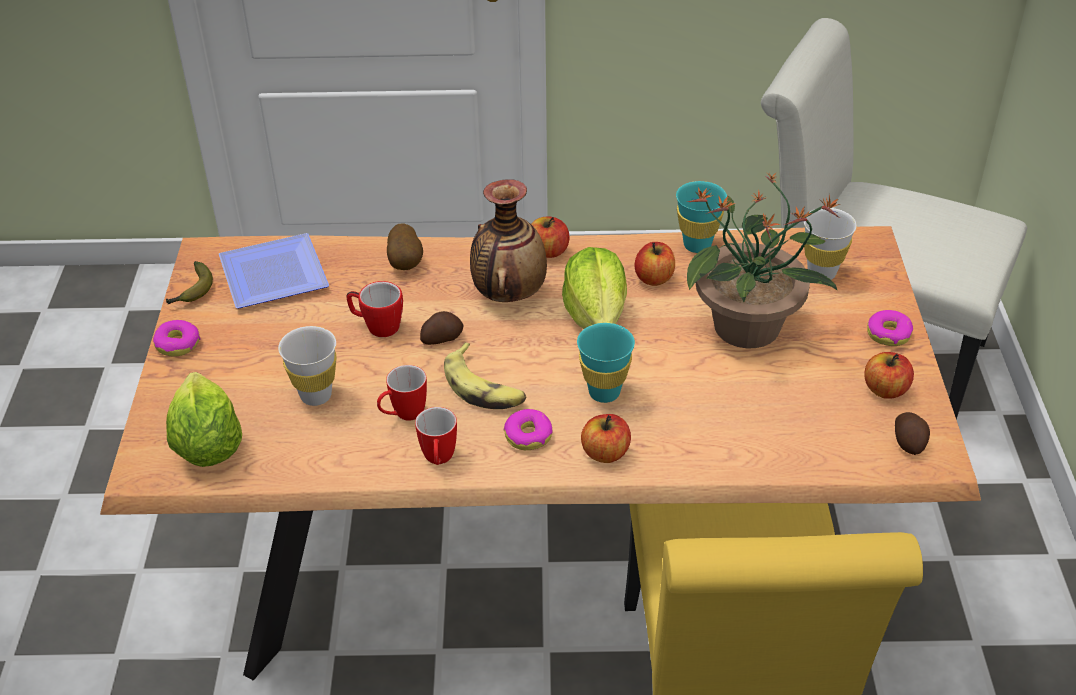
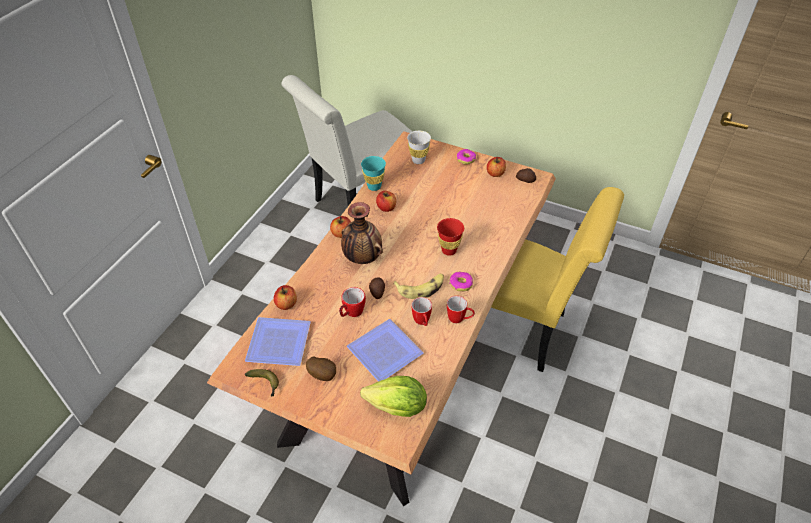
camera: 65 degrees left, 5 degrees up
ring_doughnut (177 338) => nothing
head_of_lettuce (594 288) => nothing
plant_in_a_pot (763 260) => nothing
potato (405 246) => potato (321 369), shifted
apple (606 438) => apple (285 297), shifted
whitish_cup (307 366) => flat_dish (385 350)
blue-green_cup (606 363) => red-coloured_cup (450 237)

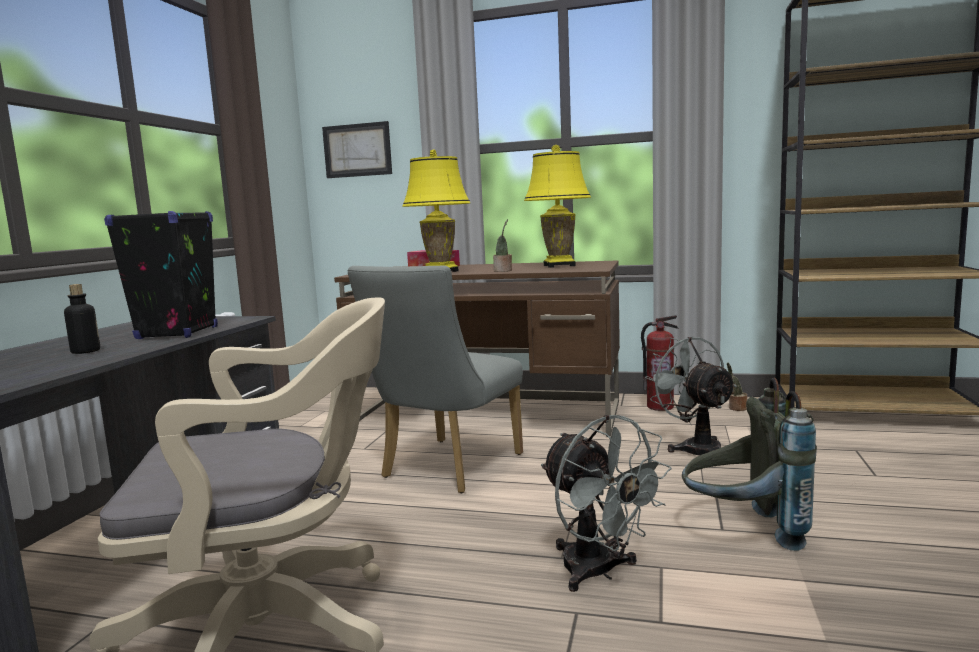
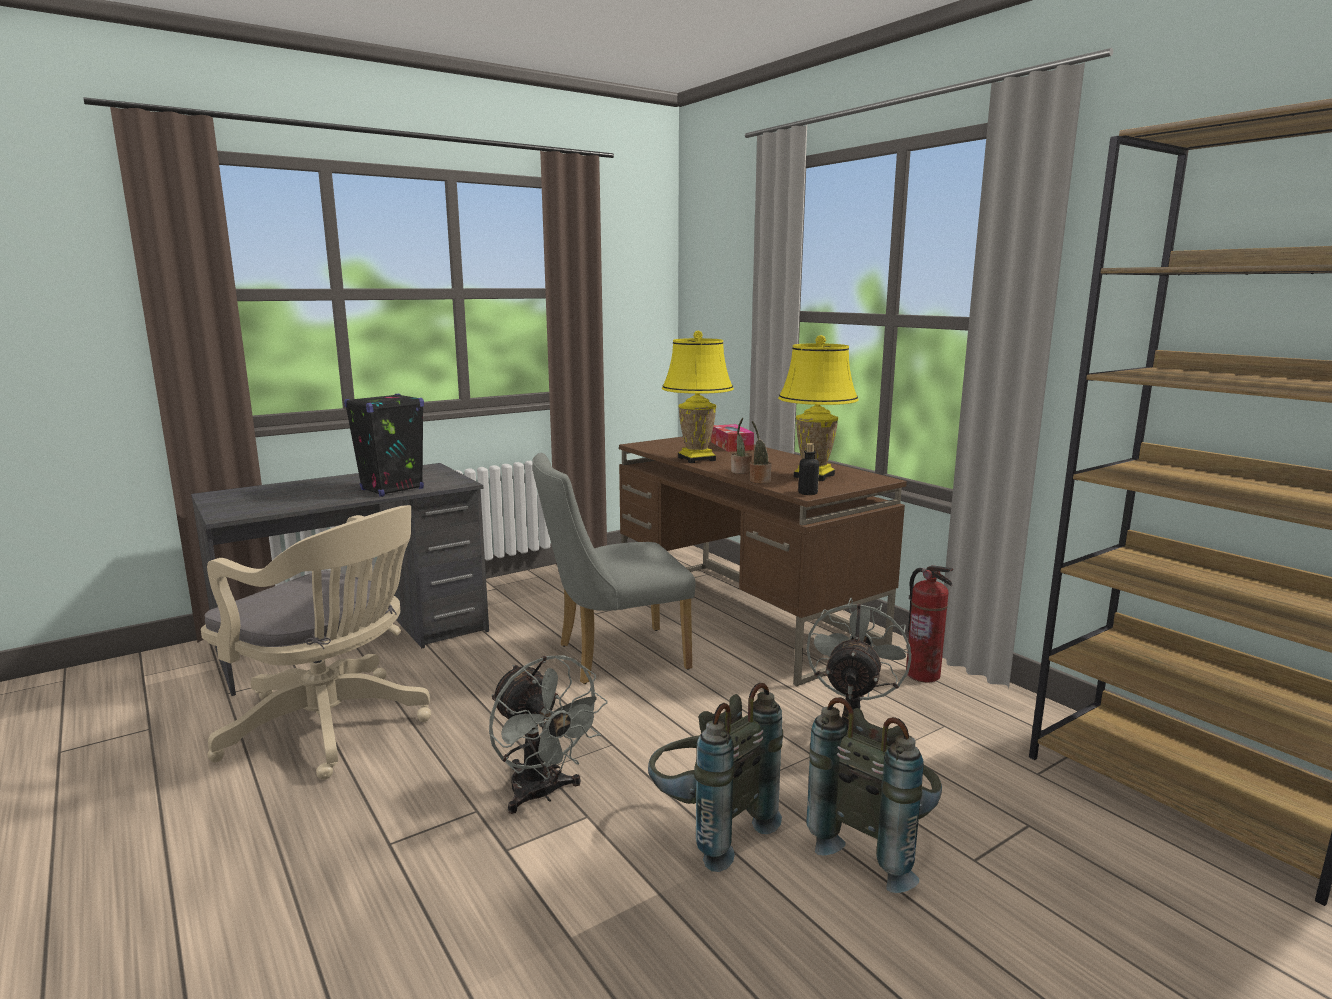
camera: 40 degrees right, 5 degrees up
wall_picture (357 149) => nothing
nothing => greyish_knapsack (874 795)
beverage_bottle (82 319) => beverage_bottle (808 469), shifted
plant_in_a_pot (737 387) => plant_in_a_pot (760 452), shifted
greyish_cooling_fan (606 503) => greyish_cooling_fan (548 734), 45 degrees counterclockwise

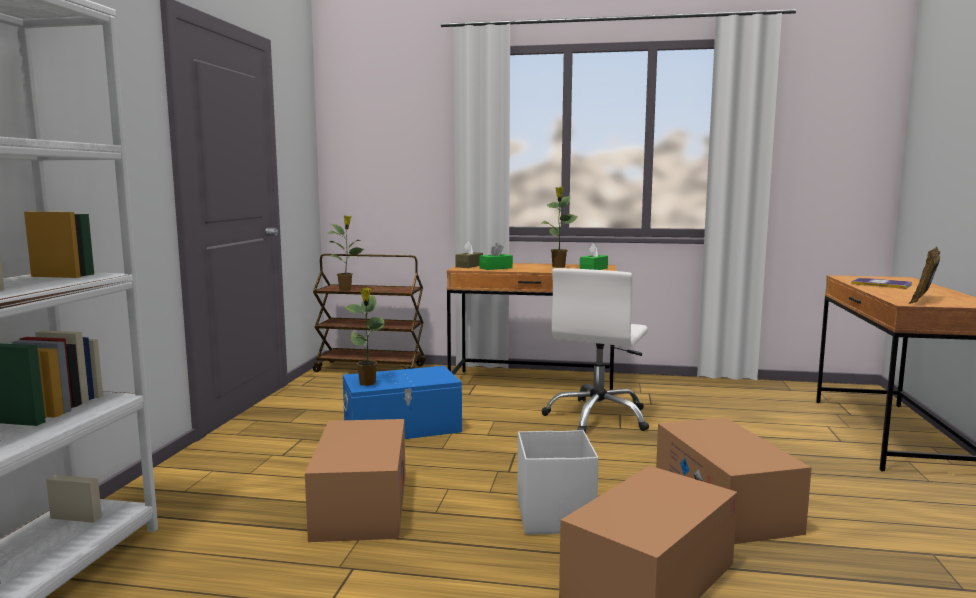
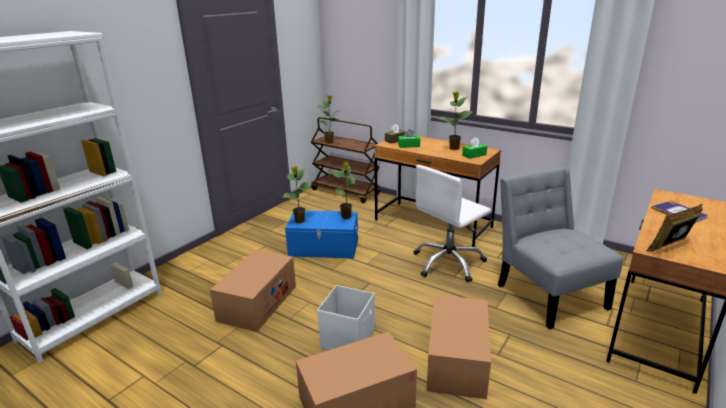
camera: 25 degrees right, 15 degrees up
nothing => plant_in_a_pot (344 190)
nothing => greyish_chair (560 248)

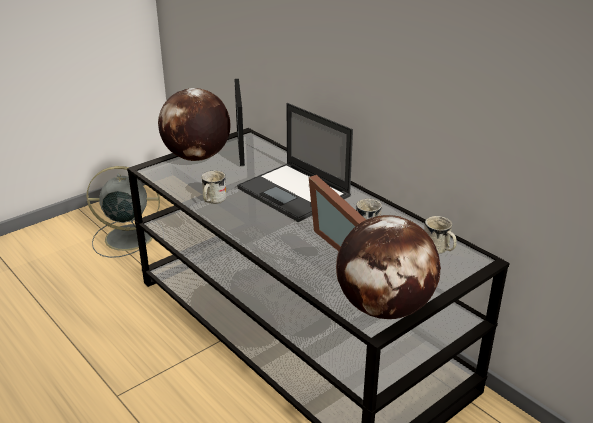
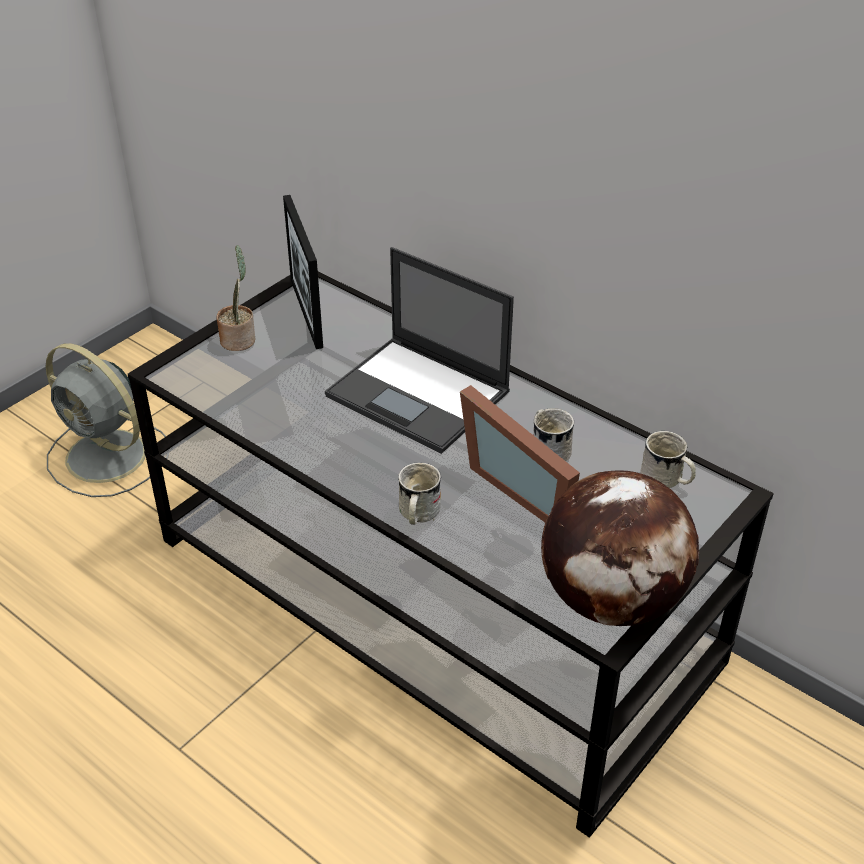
camera: 10 degrees left, 10 degrees up
whitish_tea_mug (214 187) => whitish_tea_mug (419 493), shifted
desk_globe (194 124) => plant_in_a_pot (235 298)
greyish_cooling_fan (123 212) => greyish_cooling_fan (106 420), 135 degrees counterclockwise

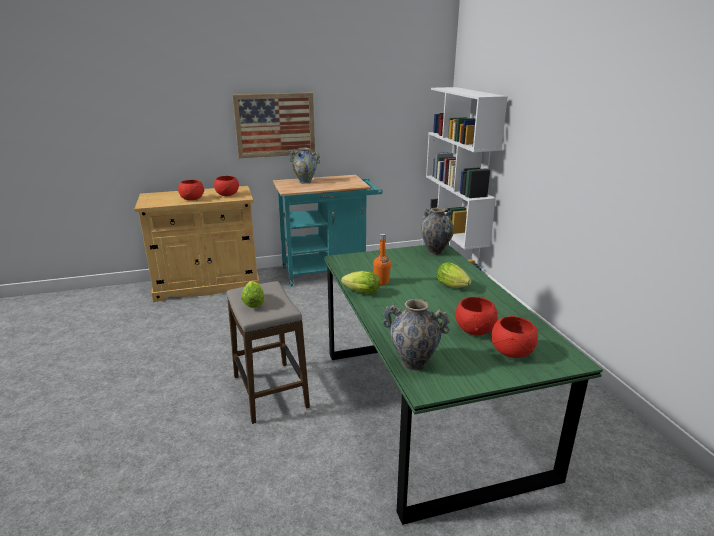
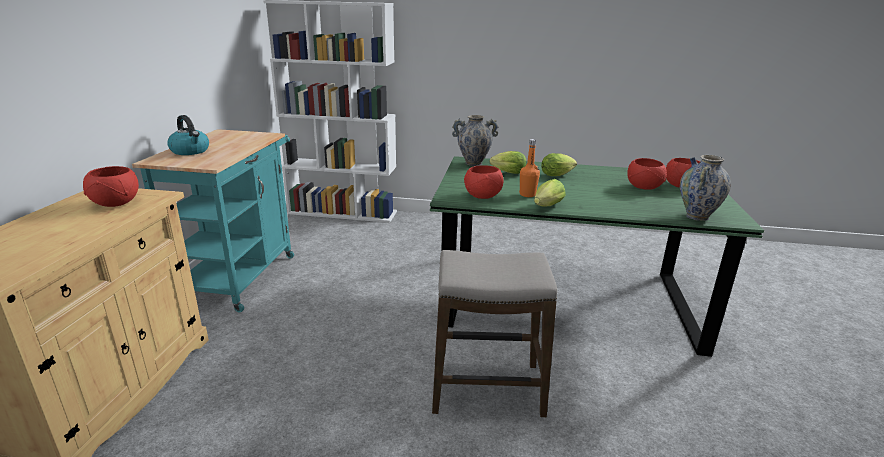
camera: 65 degrees left, 0 degrees up
wall_picture (274 125) => nothing
red-coloured_deep_dish (191 190) => red-coloured_deep_dish (484 182), shifted
head_of_lettuce (253 294) => head_of_lettuce (508 162), shifted
flower_vase (305 166) => tea_kettle (188 135)

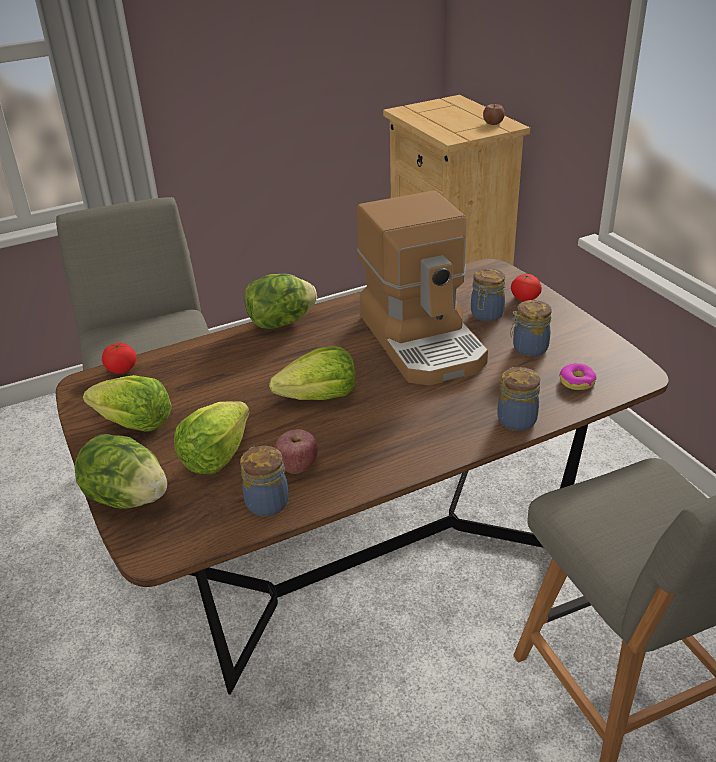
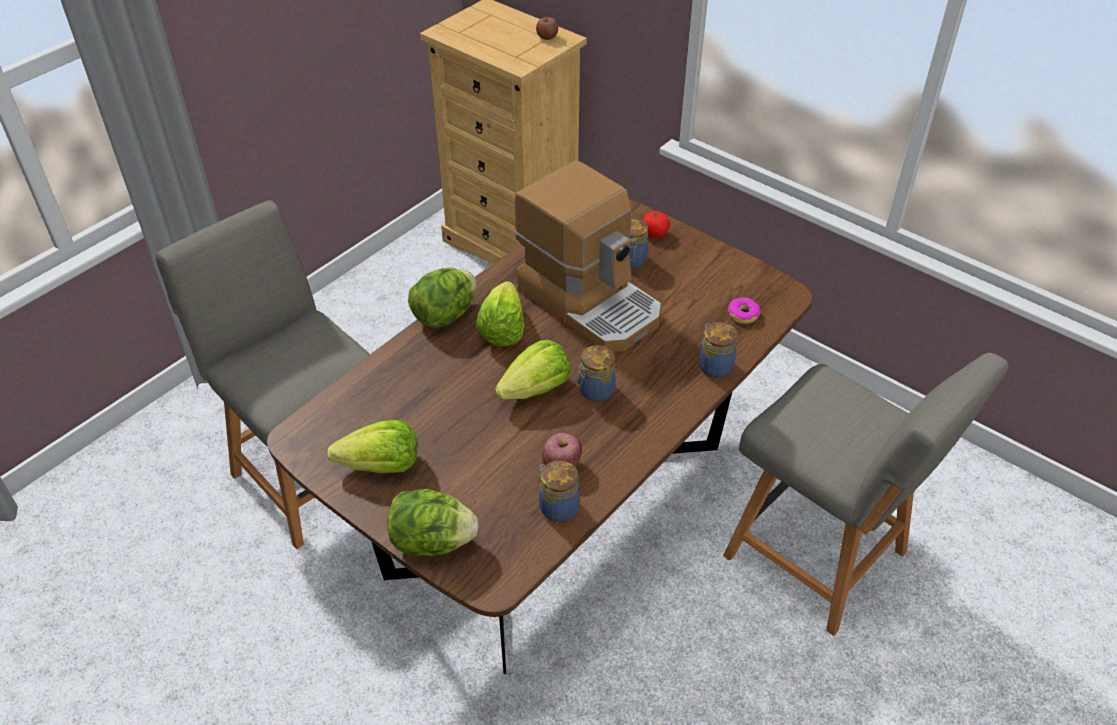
camera: 25 degrees left, 10 degrees up
whole_tomato (119 358) => nothing
head_of_lettuce (212 438) => head_of_lettuce (500 313), shifted
jar (531 328) => jar (596 373), shifted

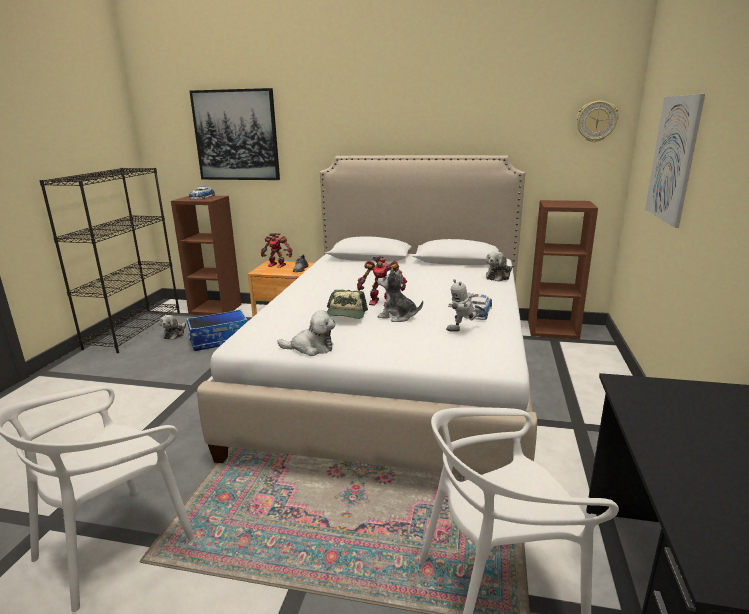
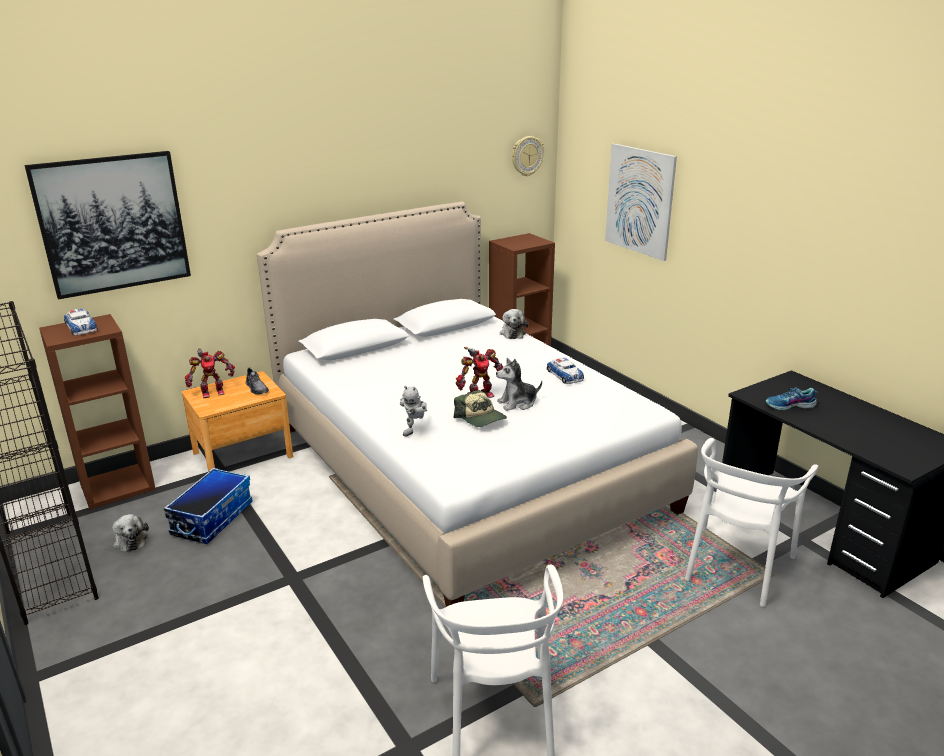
camera: 45 degrees left, 5 degrees up
soft_toy (306 333) => nothing
nothing => item_of_footwear (792 398)
toy_robot (465 305) => toy_robot (413 411), shifted

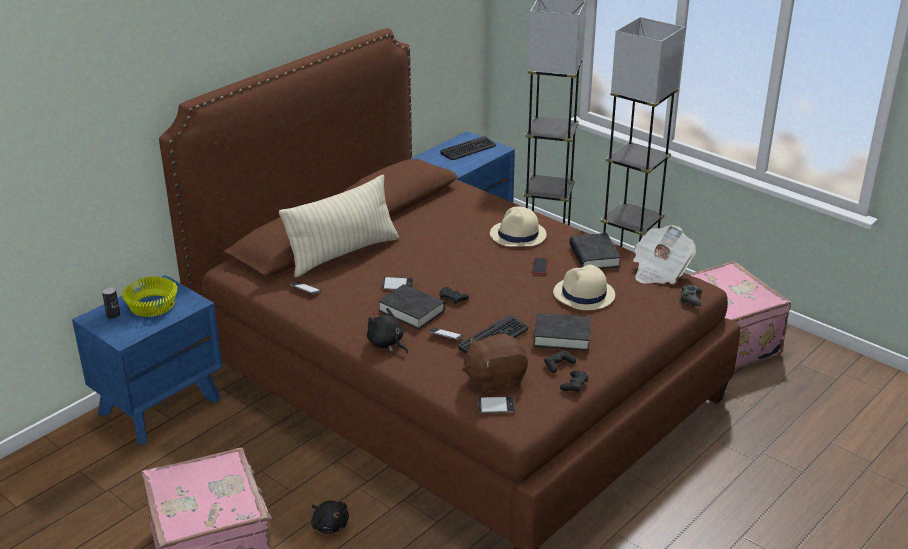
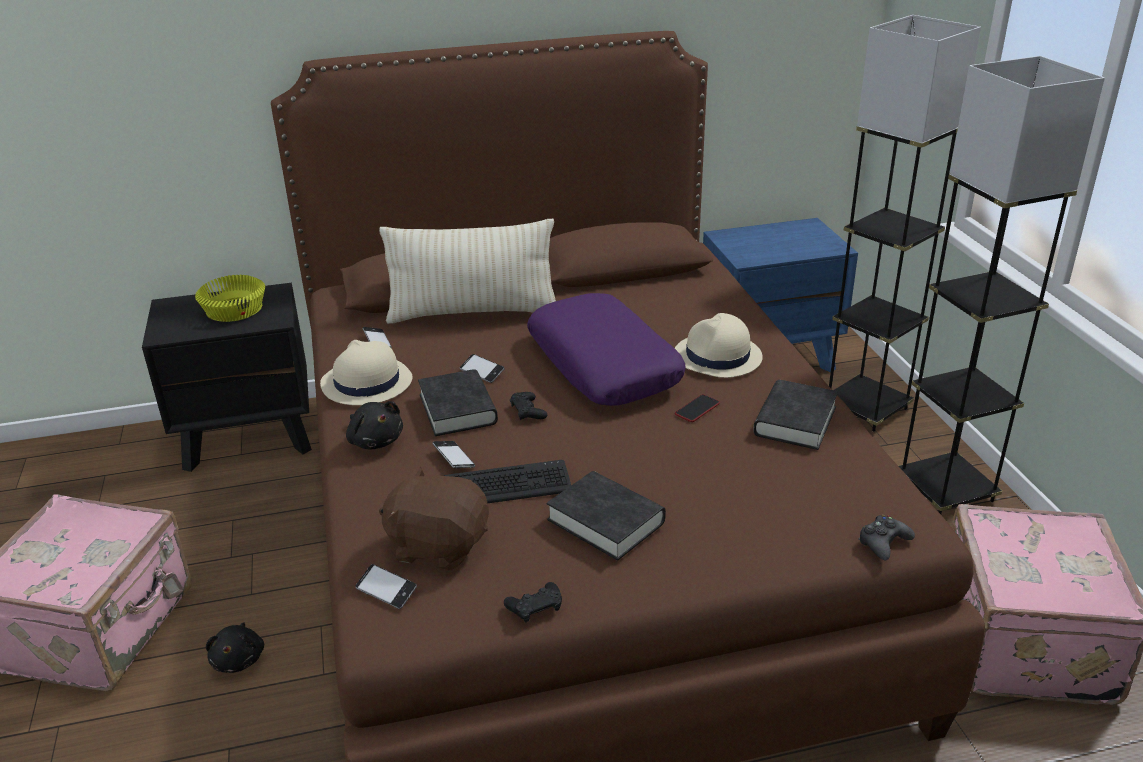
camera: 35 degrees right, 0 degrees up
metal_can (111 302) => nothing
PC_keyboard (468 148) => nothing
black_gamepad (560 361) => nothing
printed_paper (664 254) => nothing
nothing => purplish_pillow (606 349)
beige_clothing_hat (584 287) => beige_clothing_hat (366 372), shifted
bluish_nightstand (147 360) => black_nightstand (227 377)
black_soft_toy (387 330) => black_soft_toy (374 425), 150 degrees clockwise

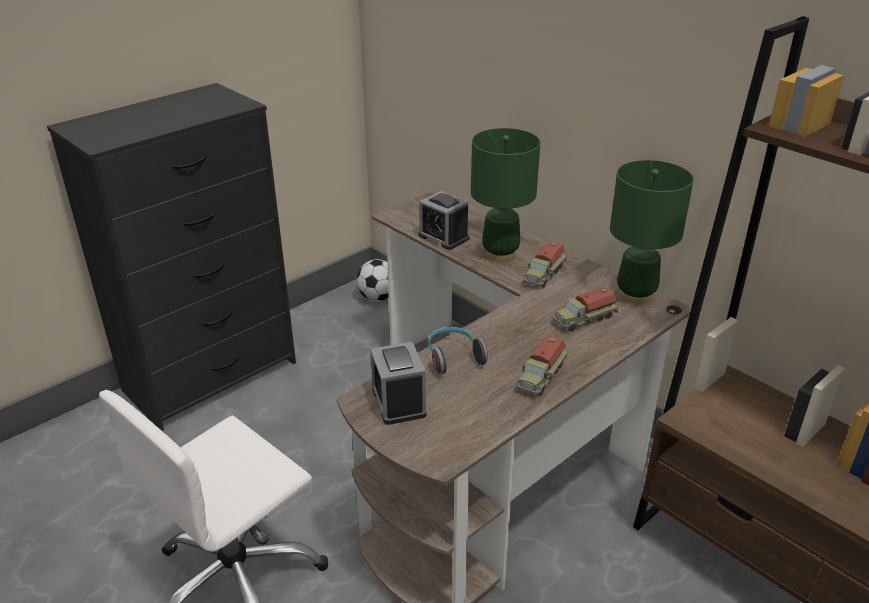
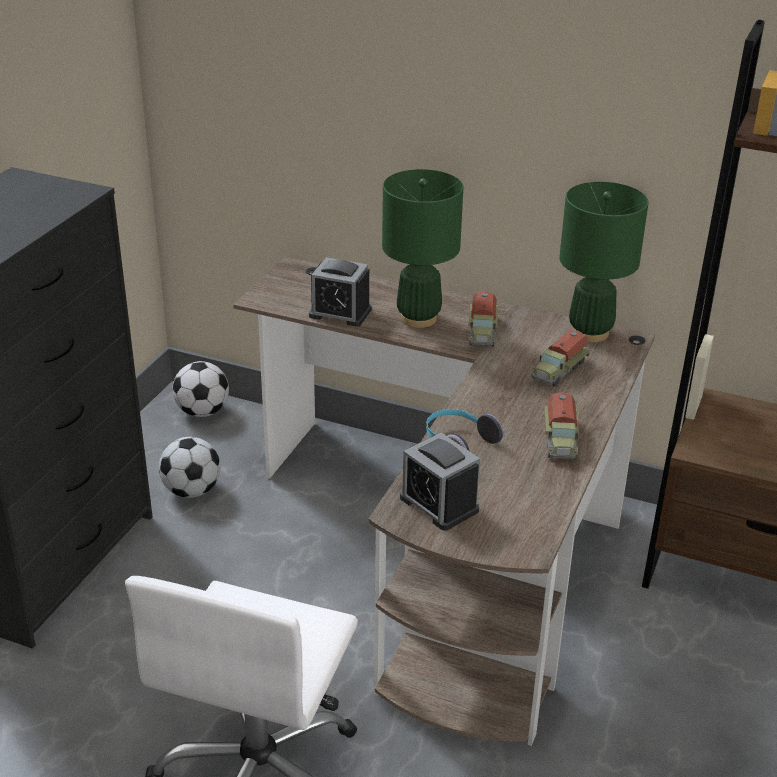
camera: 25 degrees left, 0 degrees up
nothing => football (190 467)

